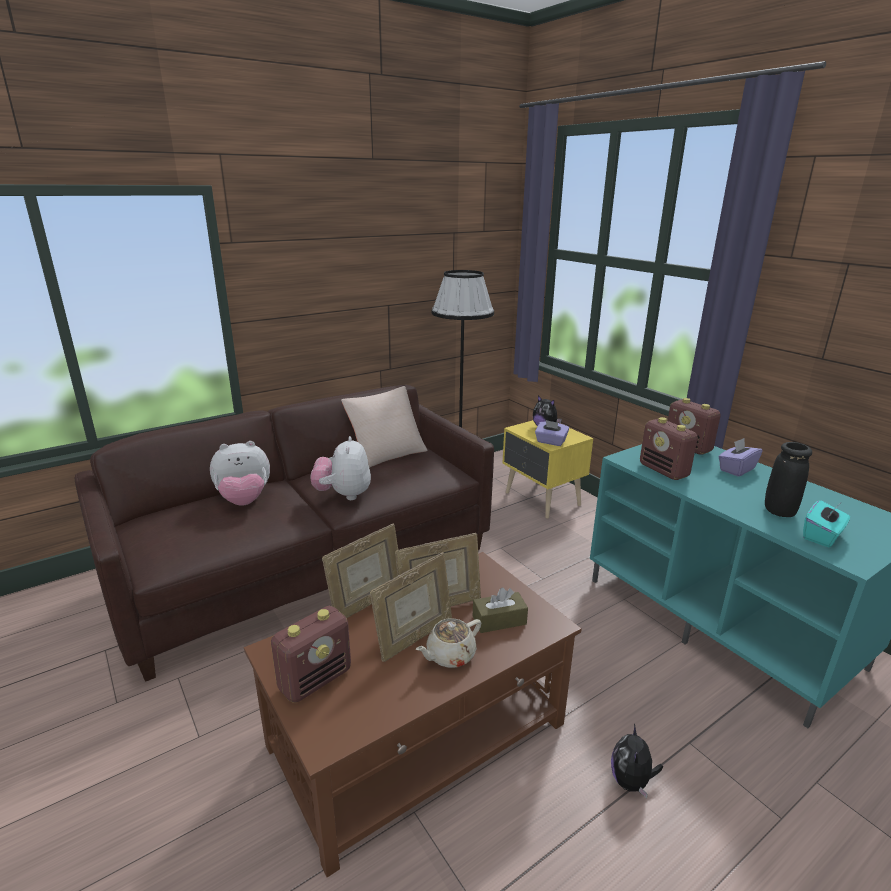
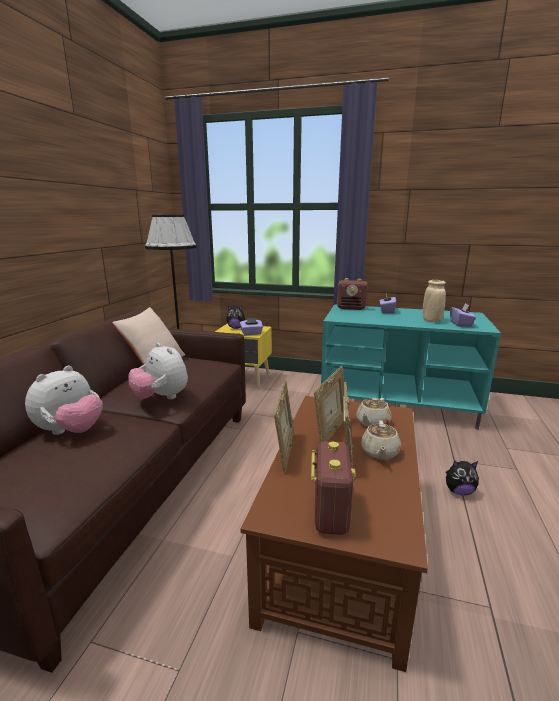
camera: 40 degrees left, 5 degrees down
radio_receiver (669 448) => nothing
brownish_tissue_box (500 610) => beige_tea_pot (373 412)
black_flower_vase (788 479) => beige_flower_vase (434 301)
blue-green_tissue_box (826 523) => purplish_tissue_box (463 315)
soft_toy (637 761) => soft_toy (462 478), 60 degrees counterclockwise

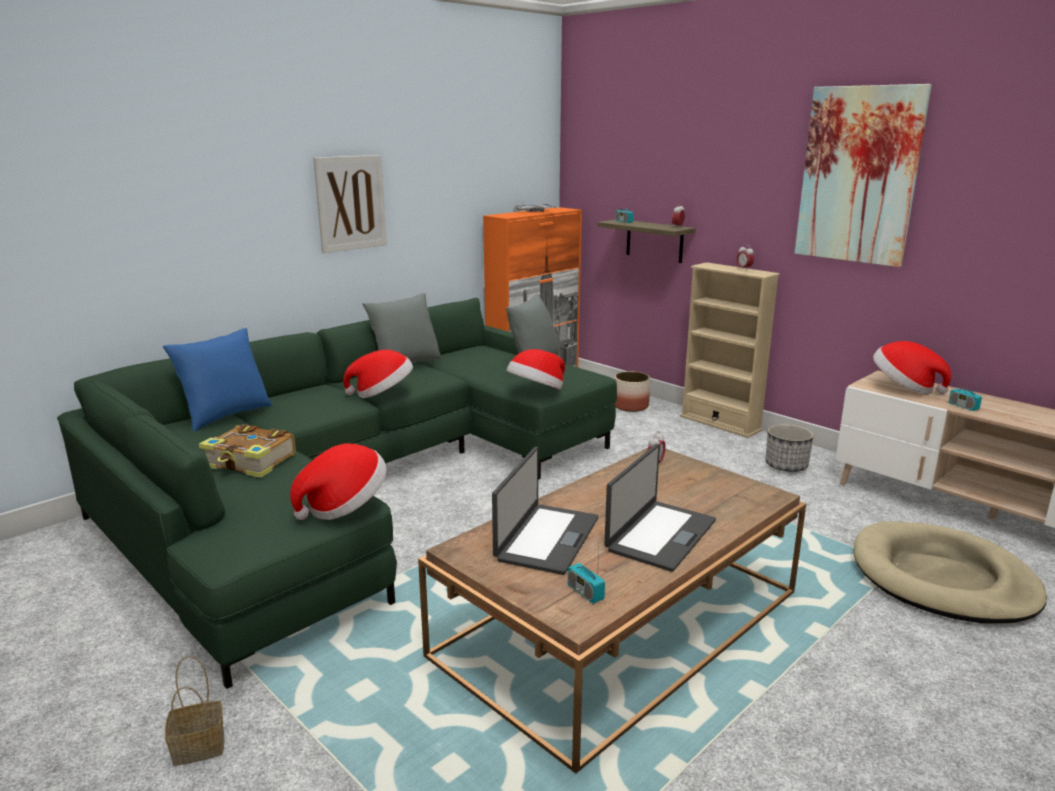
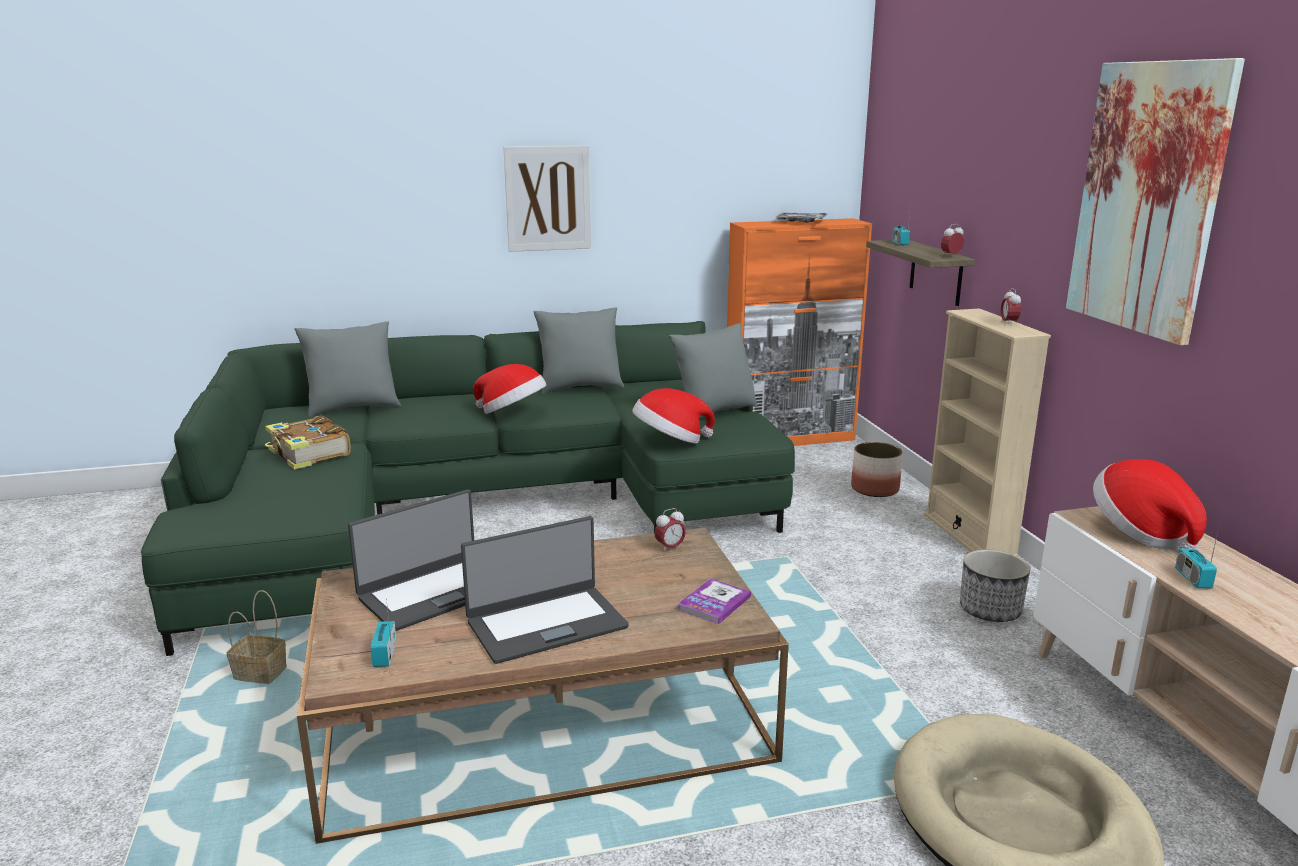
camera: 30 degrees right, 0 degrees up
clothing_hat (338 482) => nothing
nothing => volume (714 601)
basket (194 711) => basket (257 637), shifted
bluish_pillow (218 379) => greyish_pillow (348 369)

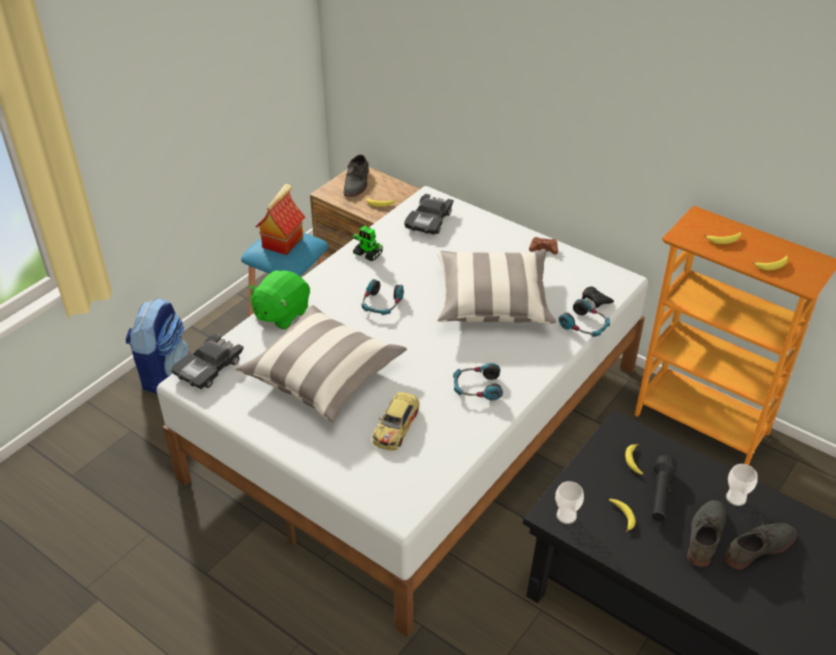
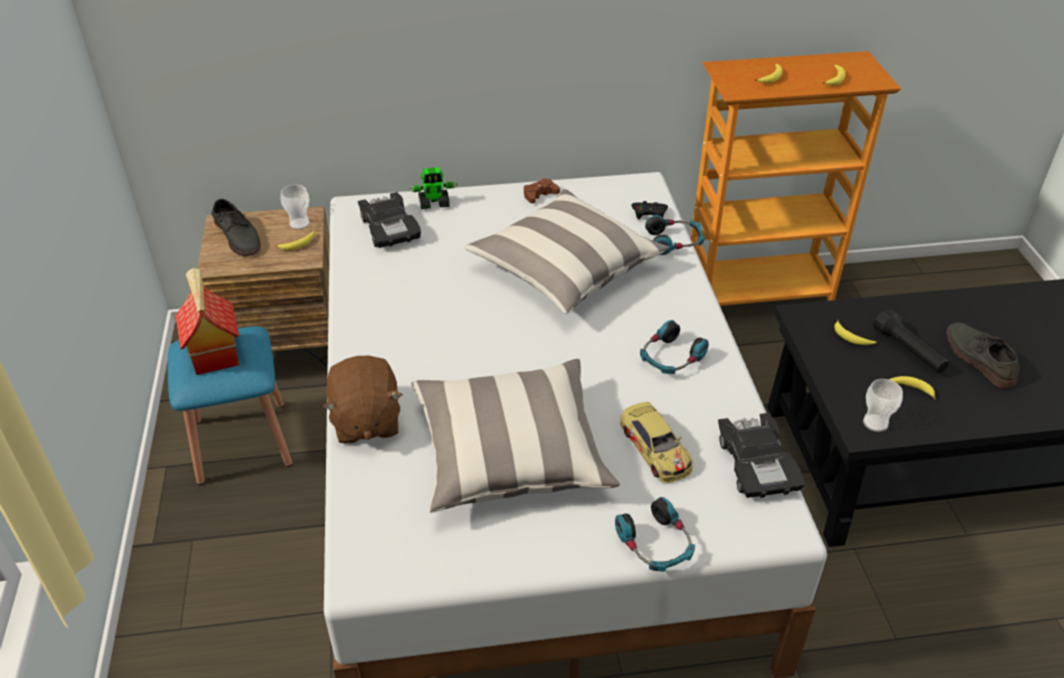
camera: 45 degrees left, 0 degrees up
knapsack (158 346) => nothing
greyish_item_of_footwear (760 546) => nothing
black_miniature_car (207 361) => black_miniature_car (761 455), shifted
toy_robot (368 243) => toy_robot (433 188), shifted
headset (383 297) => headset (655 534), shifted
cup (742 485) => cup (295 207), shifted
green_soft_toy (279 300) => brownish_soft_toy (363 400)

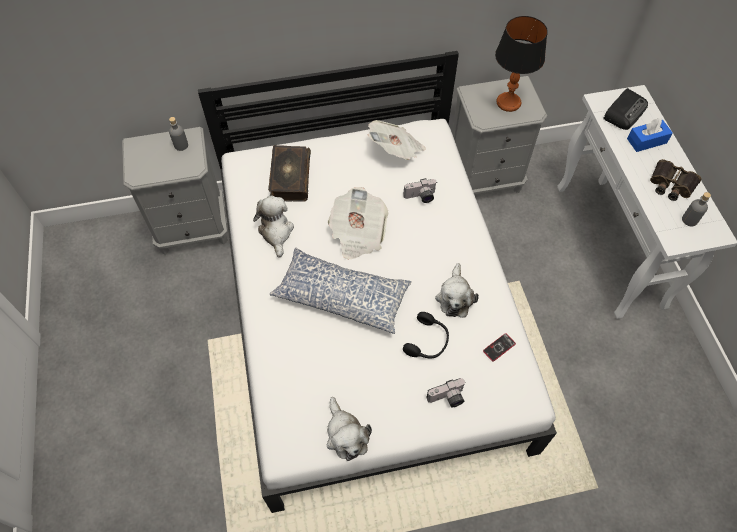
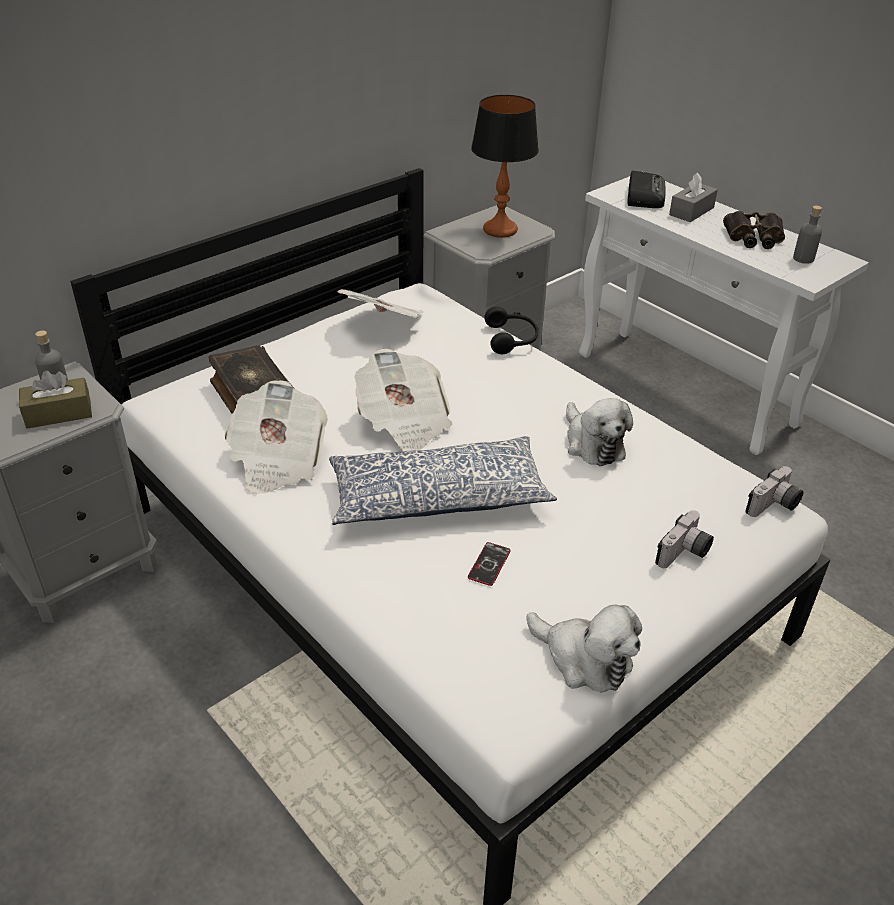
camera: 30 degrees left, 20 degrees down
nothing => brownish_tissue_box (55 400)
photo_camera (419 190) => photo_camera (774 491), shifted
black_headset (426 335) => black_headset (511 330), shifted
phone (499 347) => phone (489 564), shifted
soft_toy (273 226) => printed_paper (276 437)
bluish_tissue_box (650 135) => greyish_tissue_box (693 197)

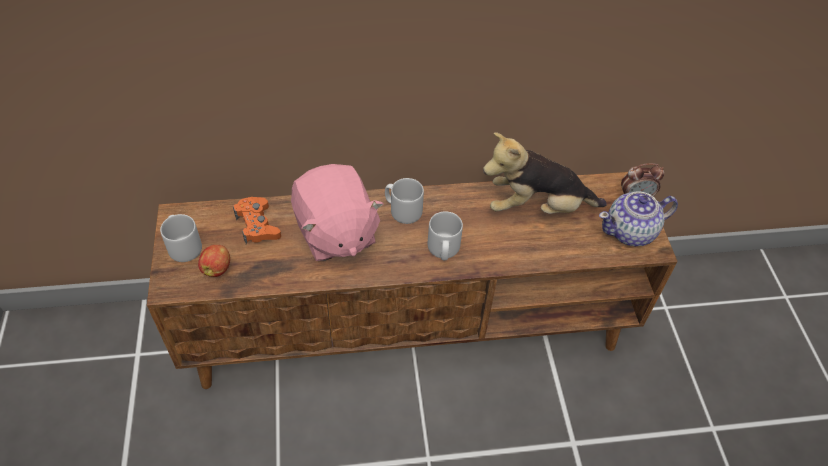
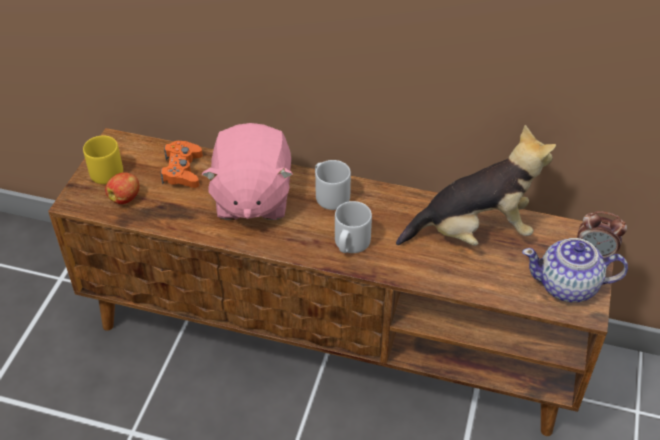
camera: 25 degrees right, 5 degrees down
greyish_tea_mug (181 238) => yellowish_tea_mug (103 160)
soft_toy (545 173) => soft_toy (476 185), 150 degrees clockwise

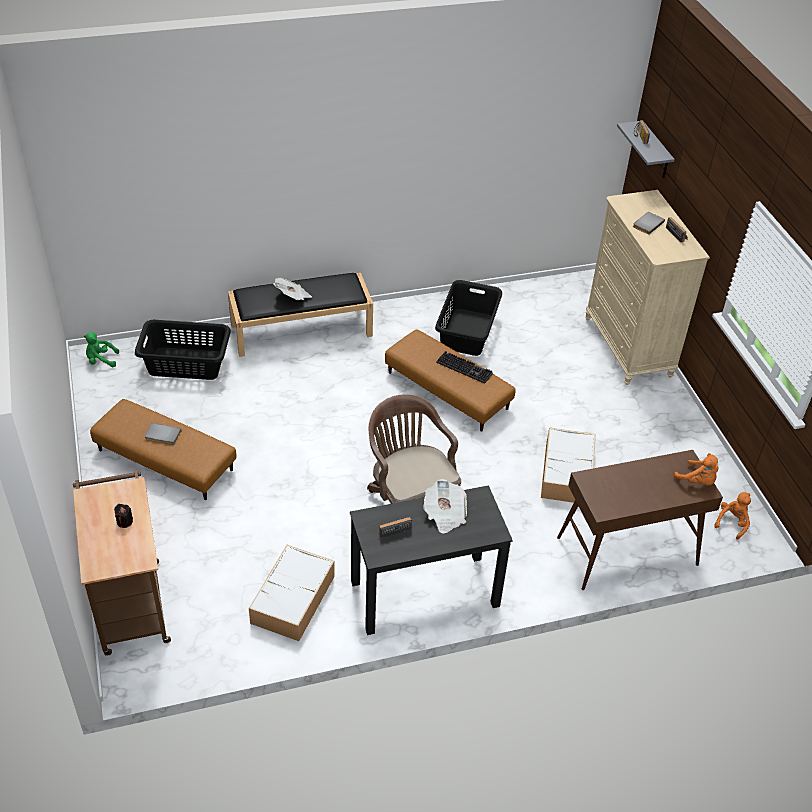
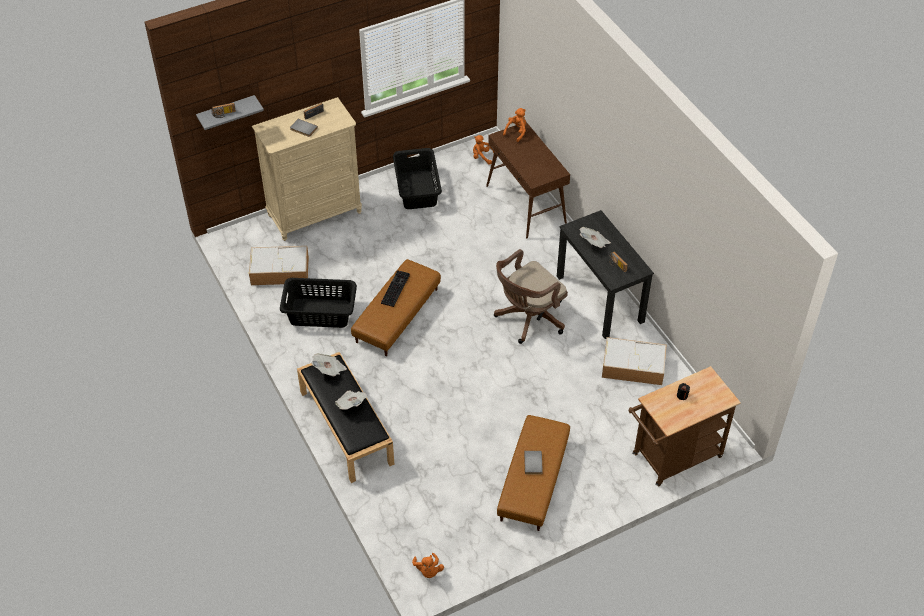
camera: 100 degrees left, 5 degrees up
nothing => printed_paper (329 364)
black_laundry_basket (183 350) => black_laundry_basket (417 178), shifted
storage_bin (568 465) => storage_bin (279 265), shifted
green_soft_toy (101 349) => orangey_soft_toy (428 565)

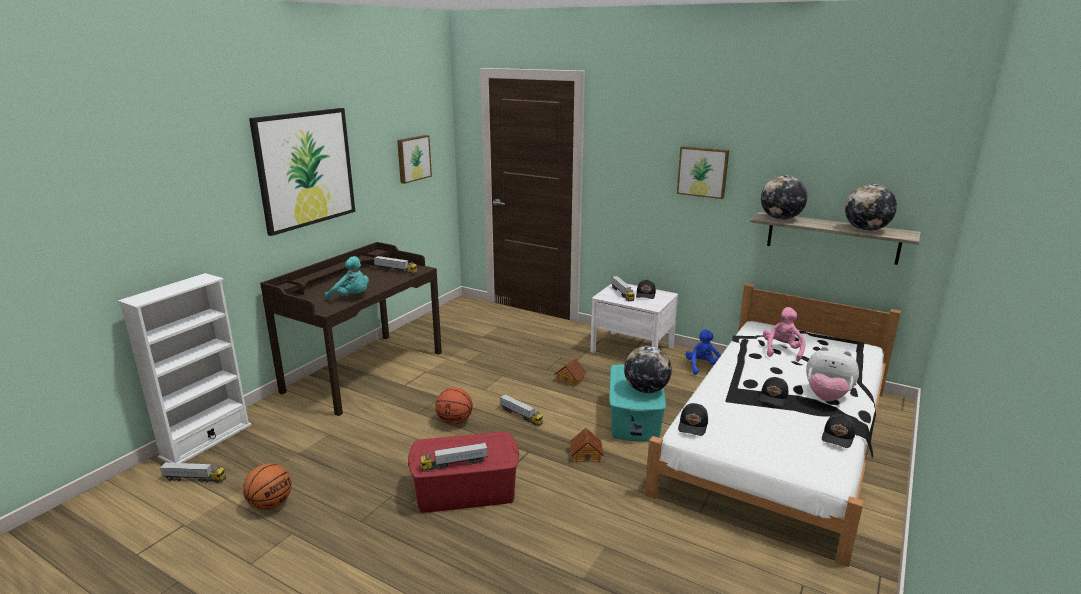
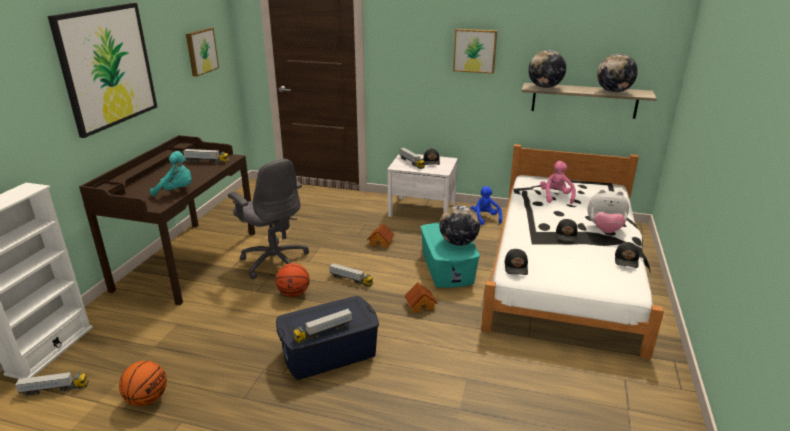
camera: 15 degrees left, 5 degrees up
nothing => greyish_computer_chair (268 219)
red-coloured_storage_bin (463 472) => bluish_storage_bin (327 338)

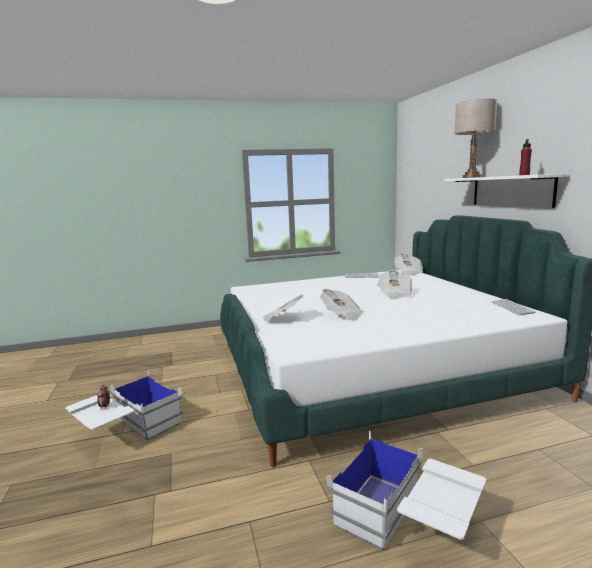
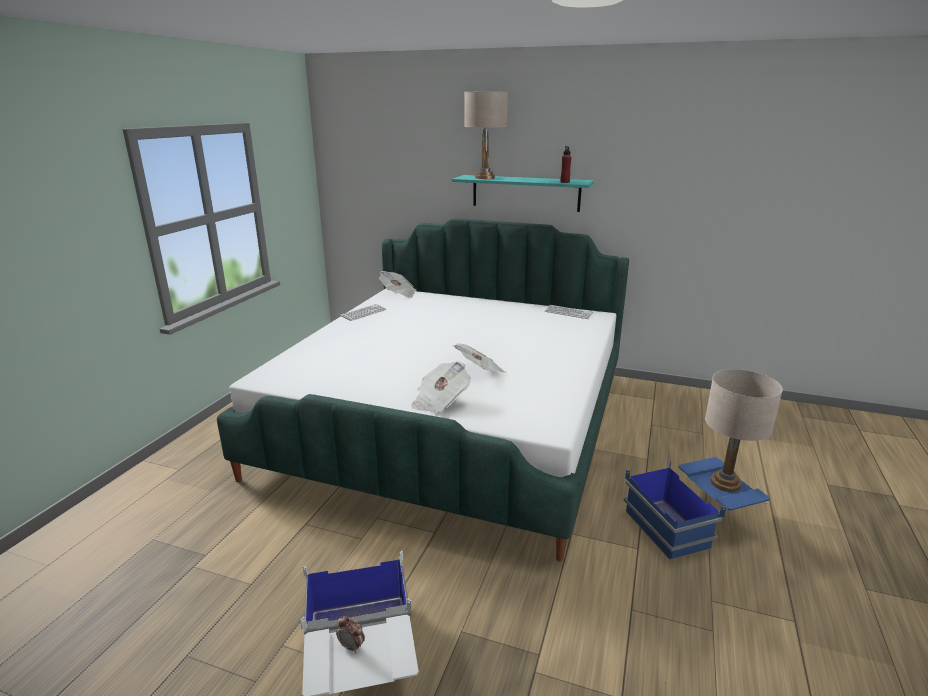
camera: 55 degrees left, 10 degrees up
printed_paper (395 284) => nothing
nothing => beige_table_lamp (744 430)
whitish_storage_bin (407 490) => bluish_storage_bin (697 508)
whitish_bracket_shelf (506 191) => blue-green_bracket_shelf (522 193)

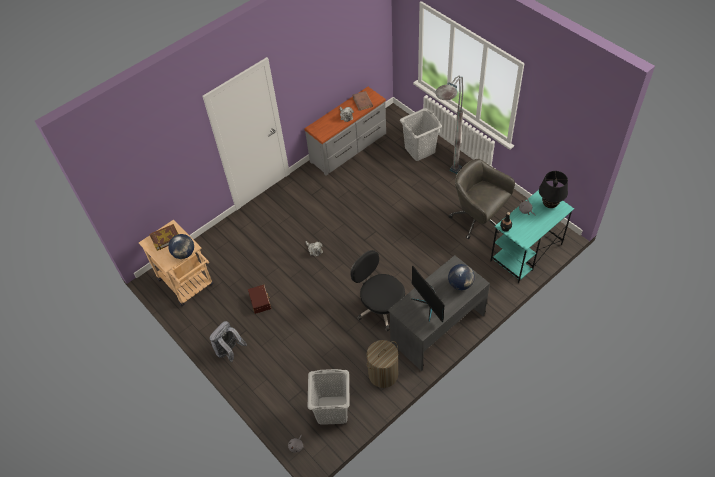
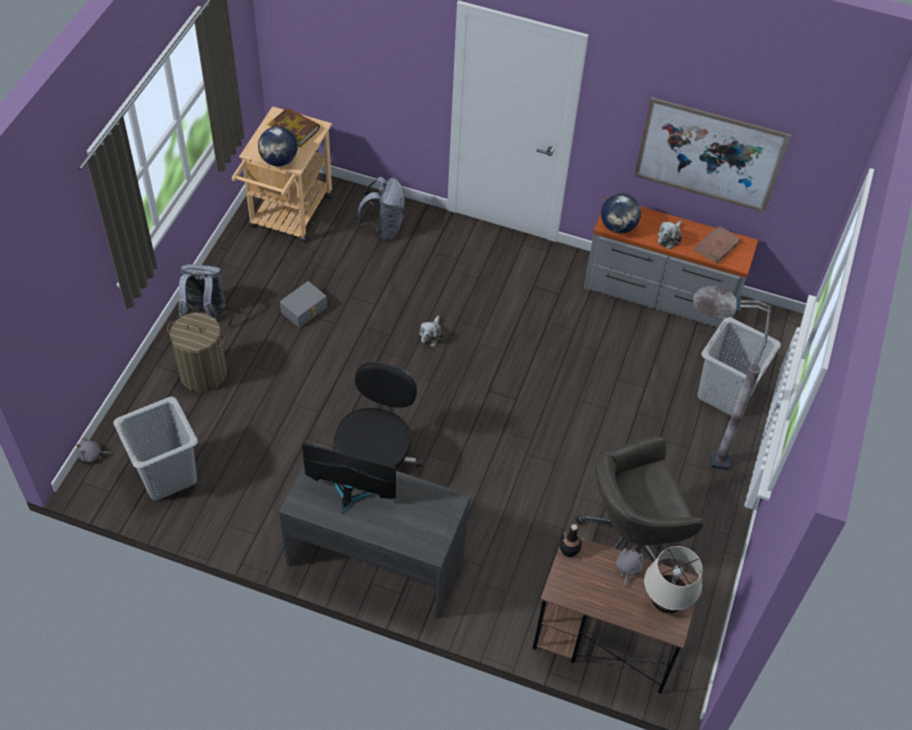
camera: 55 degrees right, 0 degrees up
nothing => greyish_knapsack (381 208)
nothing => wall_picture (712 155)
laundry_basket (382 364) => laundry_basket (197 352), shifted
desk_globe (461 277) => desk_globe (621 213), shifted
brownish_storage_bin (259 299) => greyish_storage_bin (303 304)
blue-green_desk (532 236) => brownish_desk (616 612)
black_table_lamp (553 189) => beige_table_lamp (673 579)
computer_display (427 294) => computer_display (349 478), 75 degrees clockwise
greyish_computer_chair (481 199) => greyish_computer_chair (639 498), 120 degrees counterclockwise

